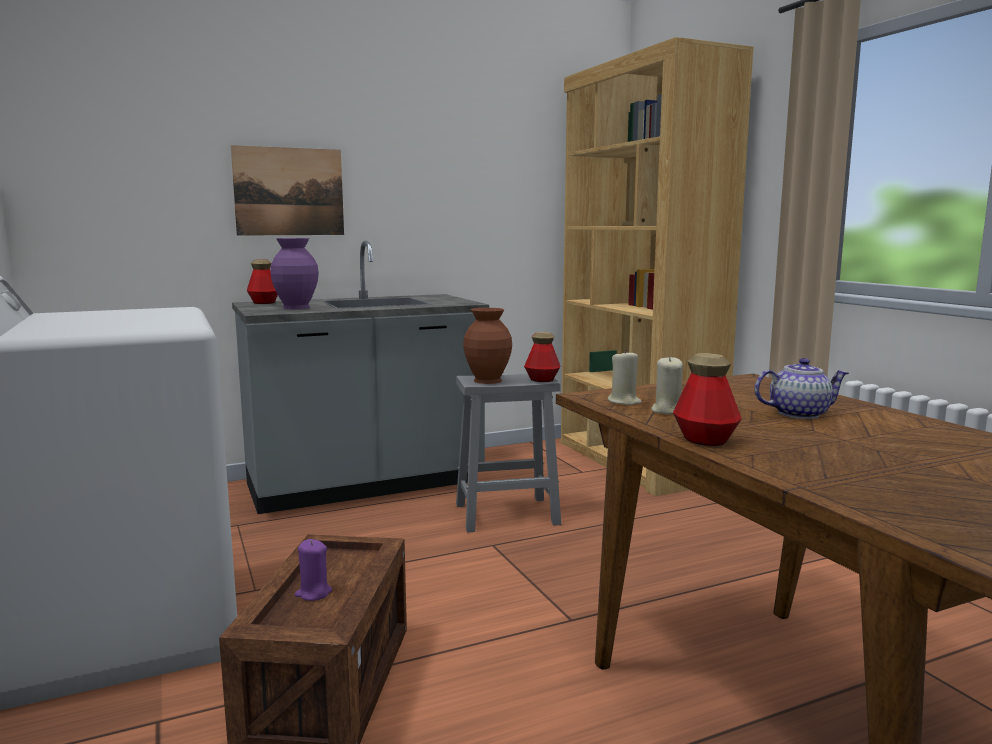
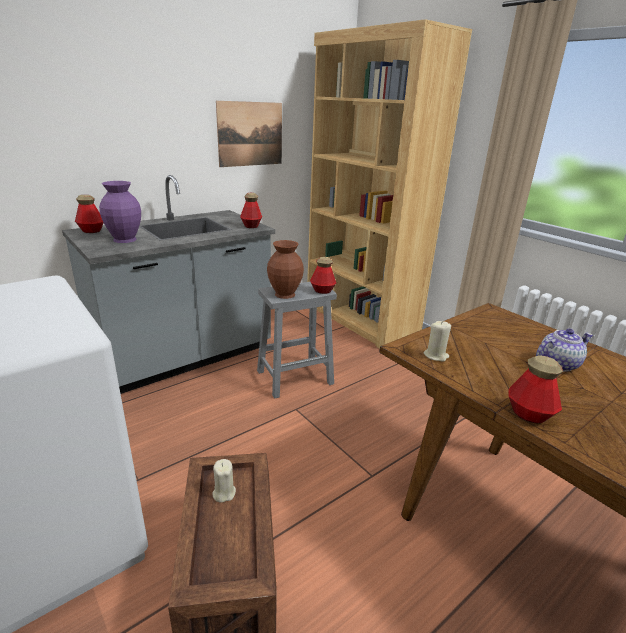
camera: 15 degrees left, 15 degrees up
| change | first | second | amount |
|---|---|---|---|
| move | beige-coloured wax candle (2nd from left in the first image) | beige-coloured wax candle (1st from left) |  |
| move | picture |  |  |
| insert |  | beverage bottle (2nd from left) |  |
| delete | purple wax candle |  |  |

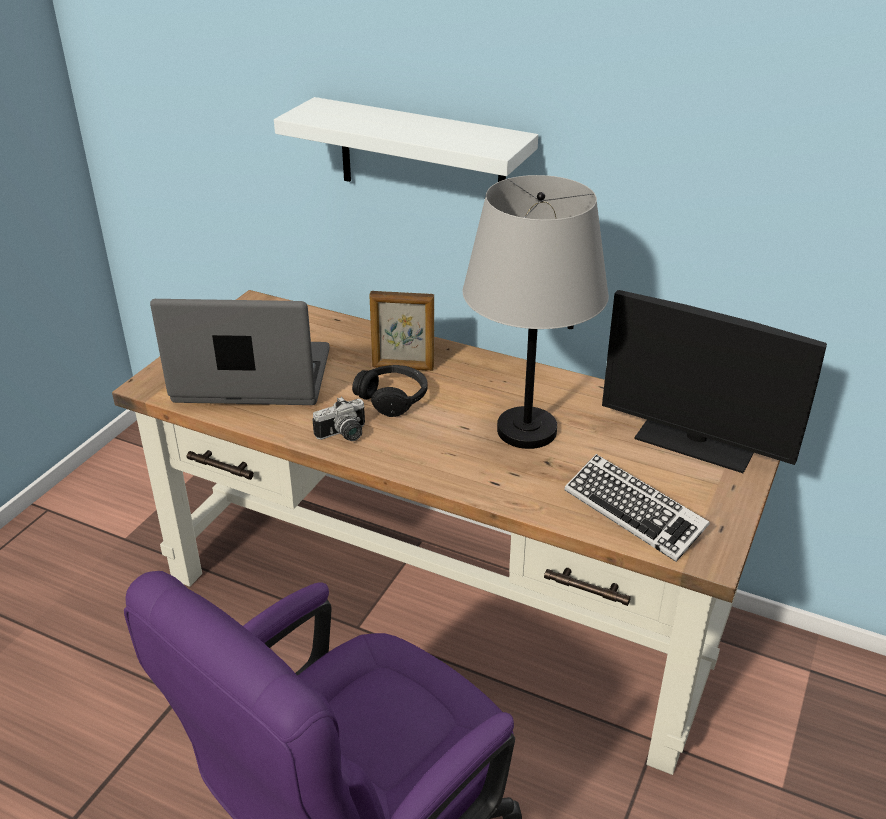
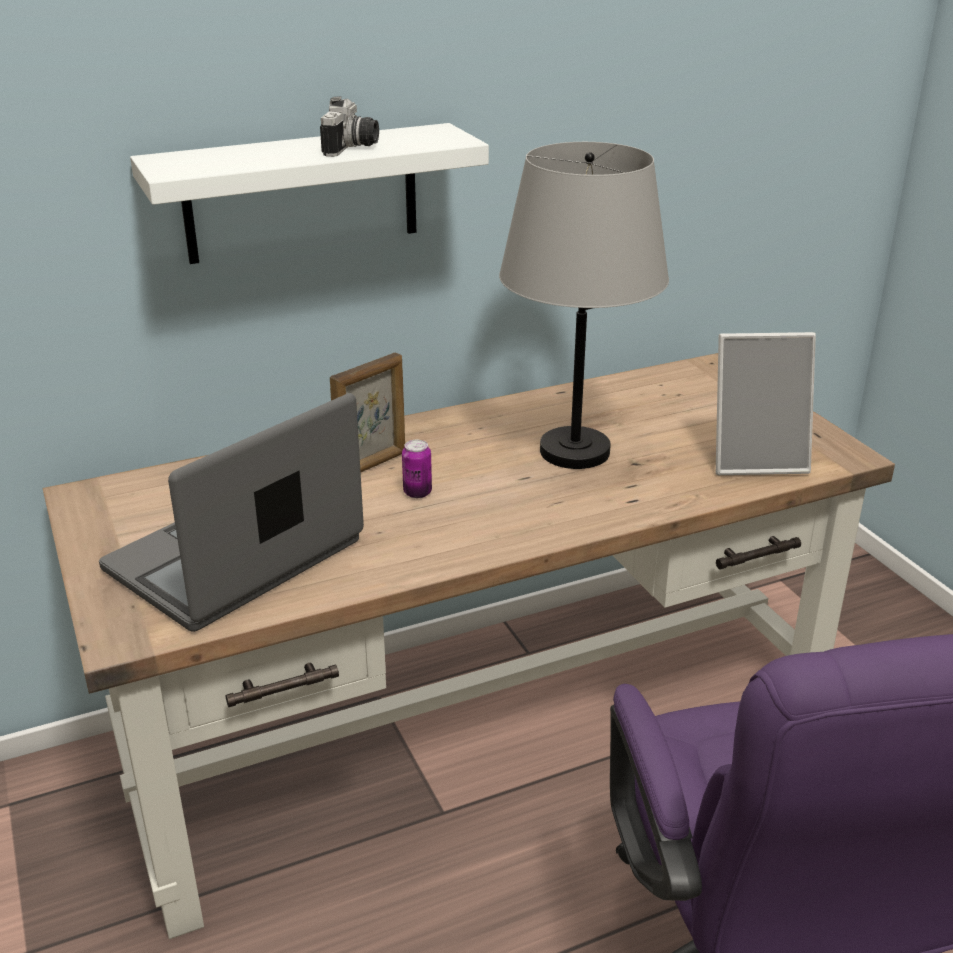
camera: 50 degrees left, 5 degrees down
| change | first | second | amount |
|---|---|---|---|
| move | still camera |  |  |
| replace | black-coloured pair of headphones | sealed can |  |
| replace | keyboard | picture frame (2nd from left) |  |
| delete | monitor |  |  |

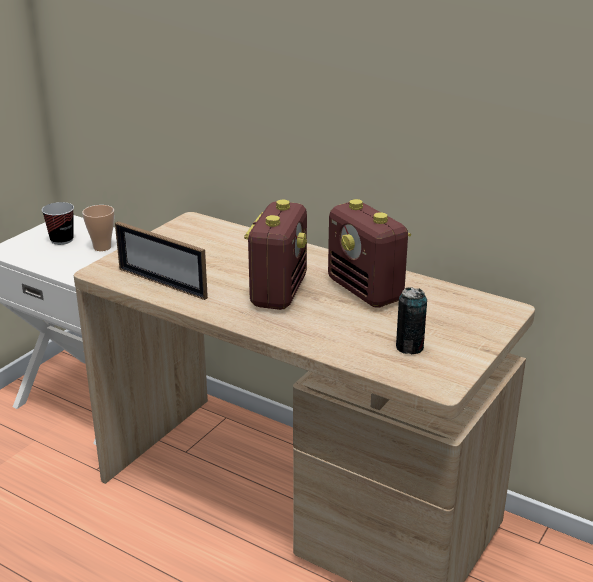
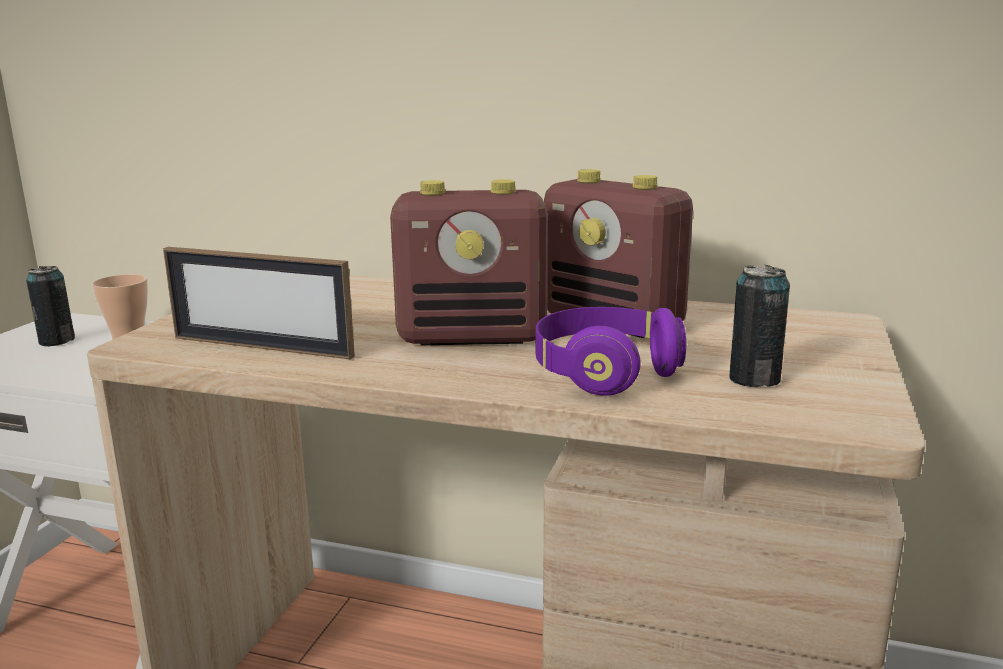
camera: 15 degrees left, 10 degrees down
| change | first | second | amount |
|---|---|---|---|
| replace | small cup (1st from left) | sealed can (1st from left) |  |
| rotate | radio (1st from left) |  | 90 degrees clockwise |
| insert |  | purple pair of headphones |  |

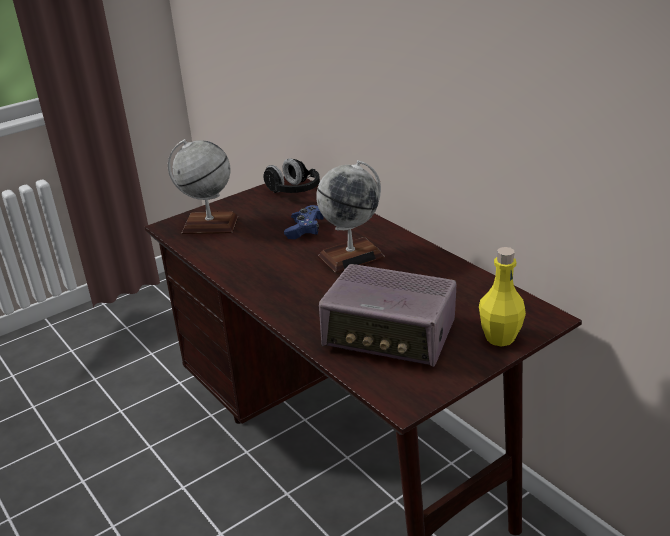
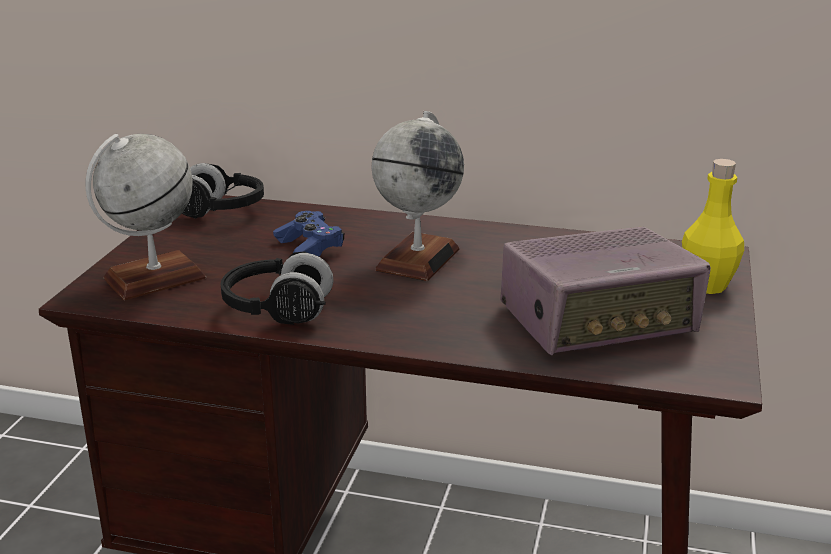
camera: 40 degrees left, 5 degrees down
| change | first | second | amount |
|---|---|---|---|
| insert |  | black-coloured pair of headphones (2nd from left) |  |

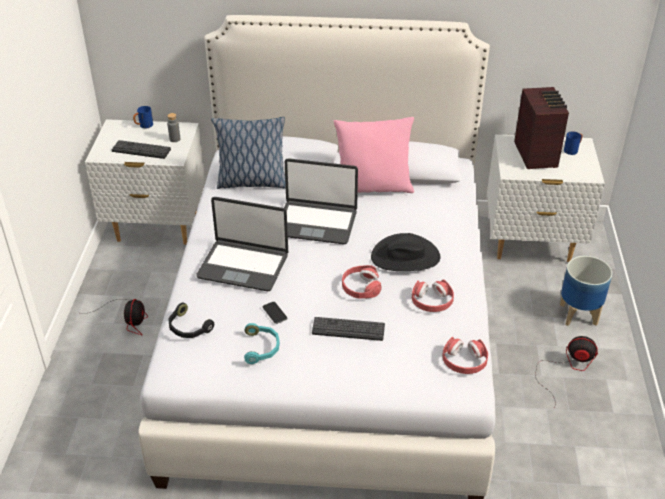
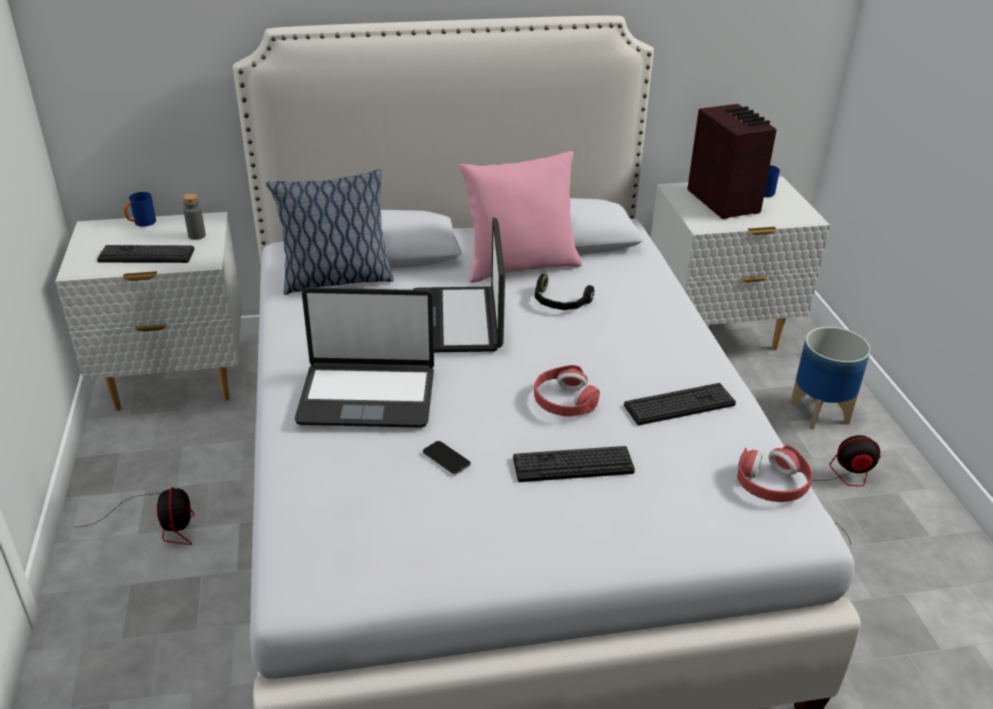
camera: 15 degrees left, 5 degrees down
| change | first | second | amount |
|---|---|---|---|
| rotate | notebook computer (2nd from left) |  | 90 degrees clockwise |
| move | black-coloured pair of headphones |  |  |
| replace | red-coloured pair of headphones (2nd from left) | keyboard (3rd from left) |  |
| delete | turquoise-coloured pair of headphones |  |  |
| delete | black-coloured clothing hat |  |  |

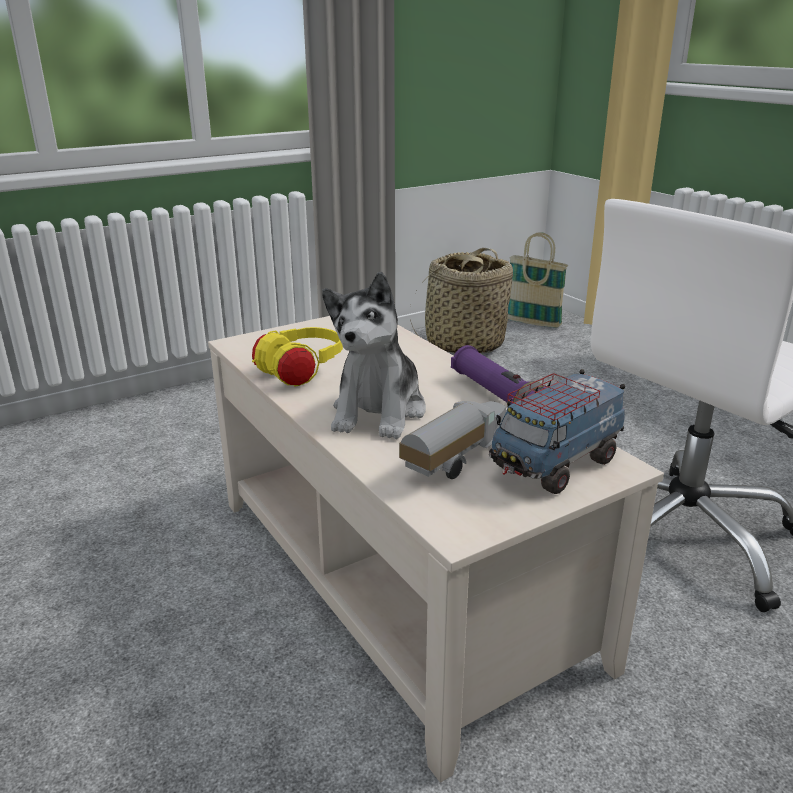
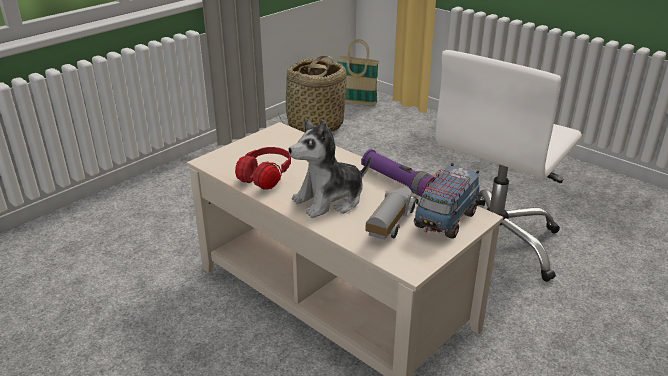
camera: 15 degrees left, 5 degrees up
| change | first | second | amount |
|---|---|---|---|
| recolor | yellowish pair of headphones | red-coloured pair of headphones |  |
| rotate | plush toy |  | 60 degrees clockwise |

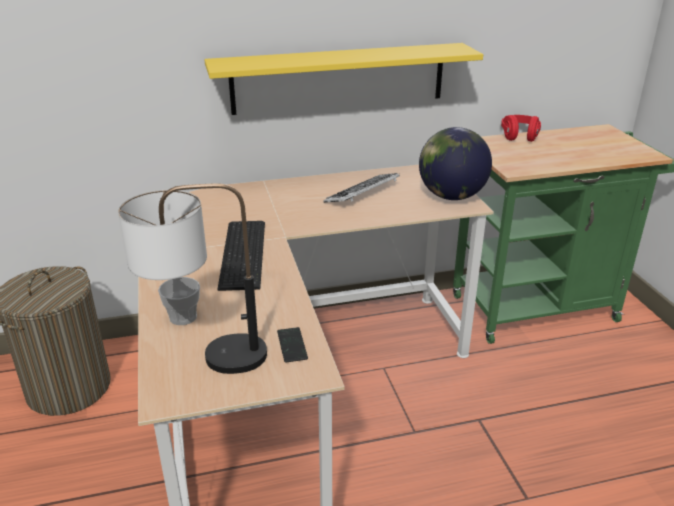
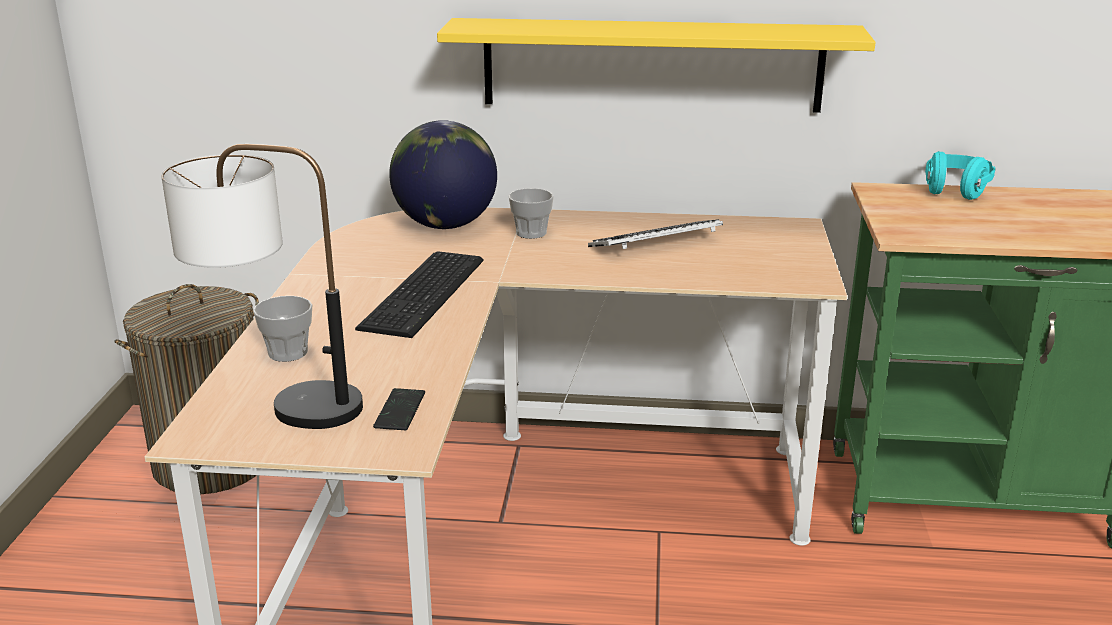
camera: 20 degrees right, 5 degrees down
| change | first | second | amount |
|---|---|---|---|
| move | world globe |  |  |
| insert |  | small cup (2nd from left) |  |
| recolor | red-coloured pair of headphones | turquoise-coloured pair of headphones |  |

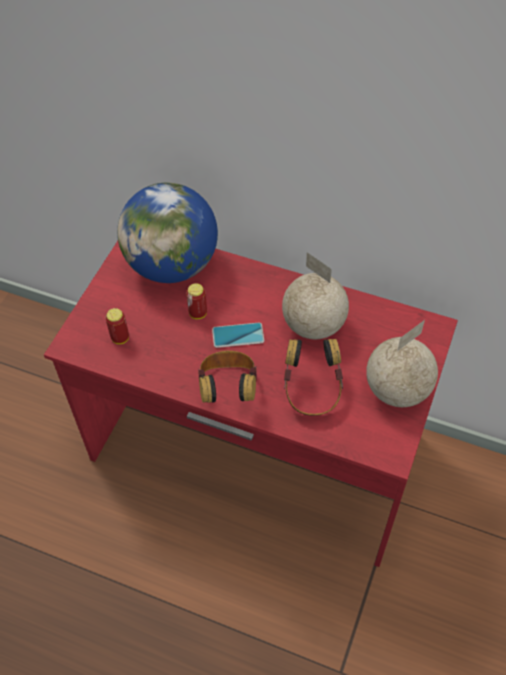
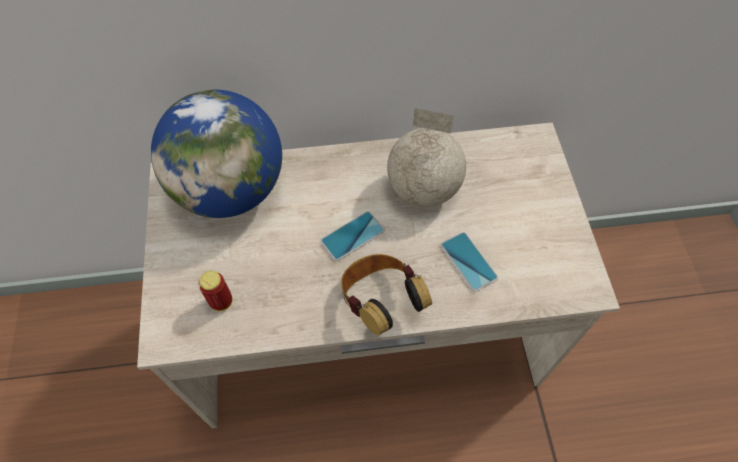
camera: 30 degrees left, 5 degrees up
| change | first | second | amount |
|---|---|---|---|
| recolor | red-coloured desk table | beige-coloured desk table |  |
| replace | pair of headphones (2nd from left) | phone (2nd from left) |  |
| delete | sealed can (2nd from left) |  |  |
| delete | world globe (3rd from left) |  |  |

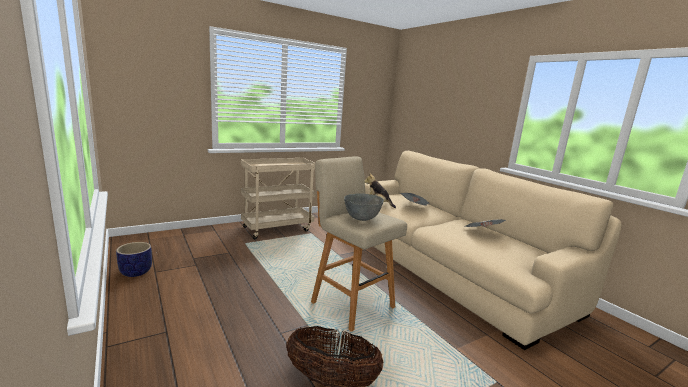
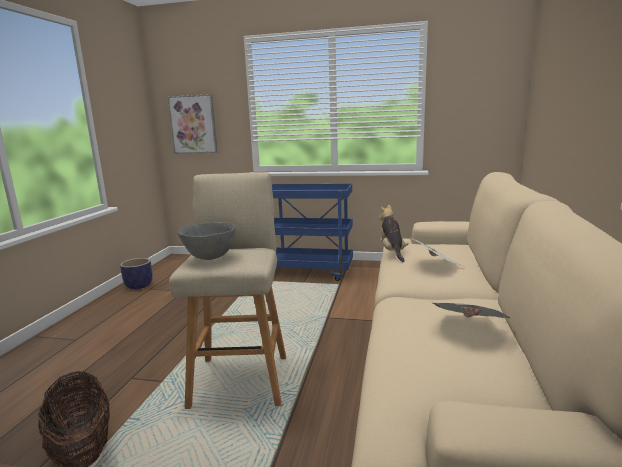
camera: 45 degrees right, 0 degrees up
| change | first | second | amount |
|---|---|---|---|
| insert |  | picture |  |
| recolor | beige-coloured cart | blue-coloured cart |  |

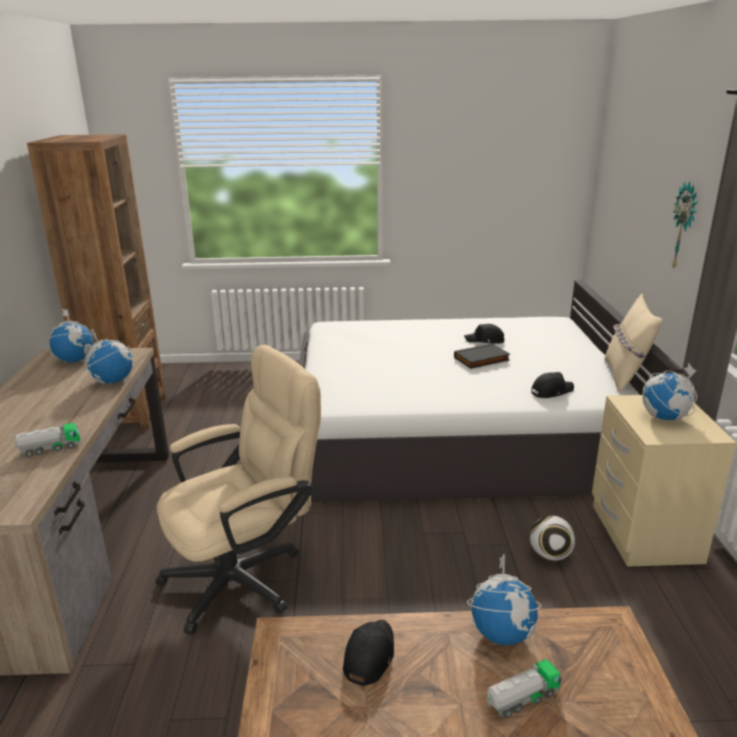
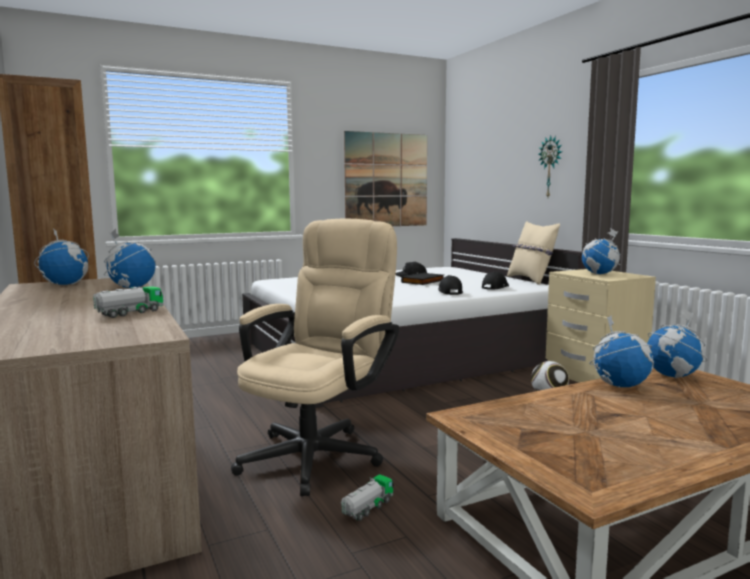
camera: 25 degrees left, 15 degrees down
| change | first | second | amount |
|---|---|---|---|
| move | model truck (2nd from left) |  |  |
| insert |  | picture |  |
| move | black-coloured cap (1st from left in the first image) | black-coloured cap (2nd from left) |  |
| insert |  | world globe (5th from left) |  |

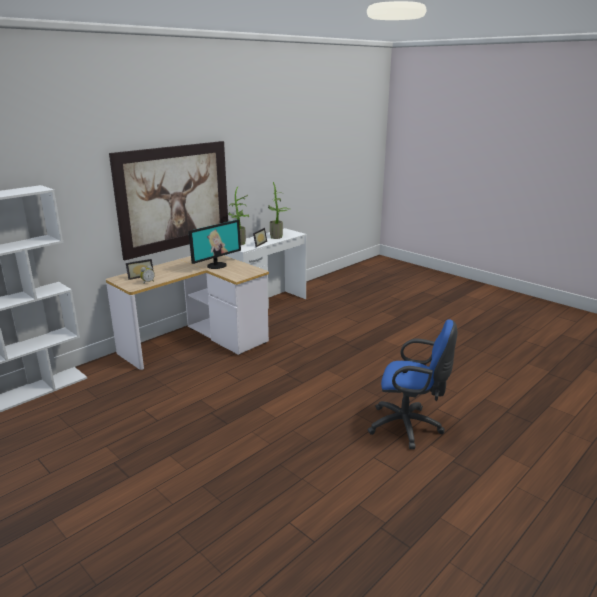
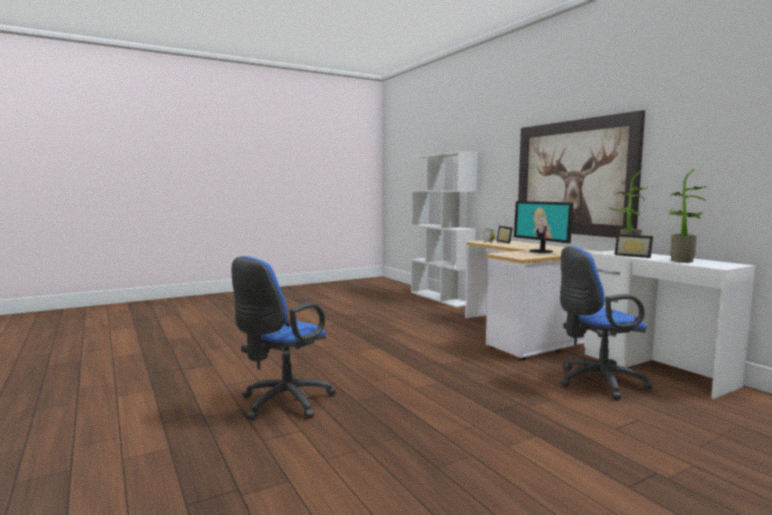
camera: 105 degrees right, 15 degrees down
| change | first | second | amount |
|---|---|---|---|
| insert |  | blue-coloured office chair (2nd from left) |  |

